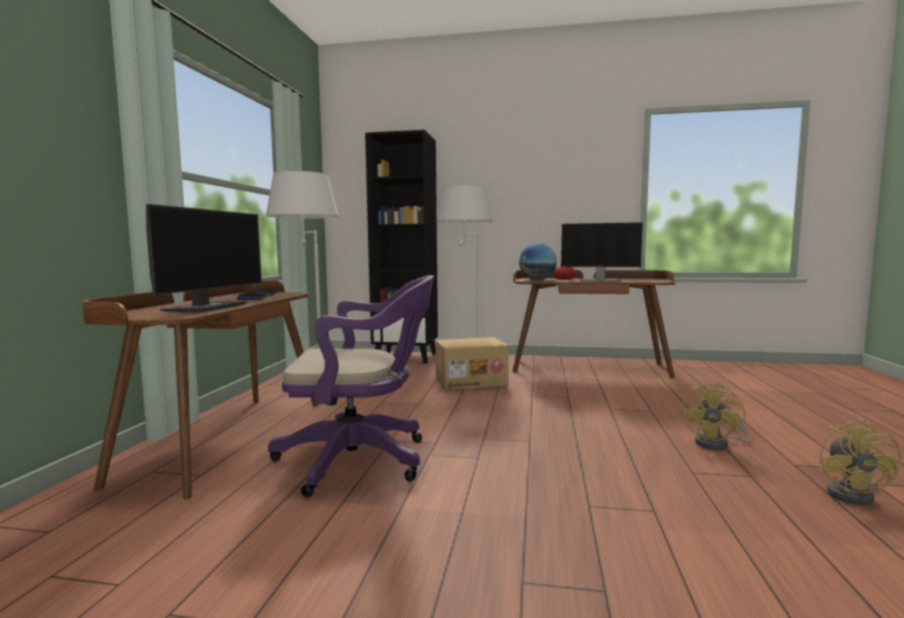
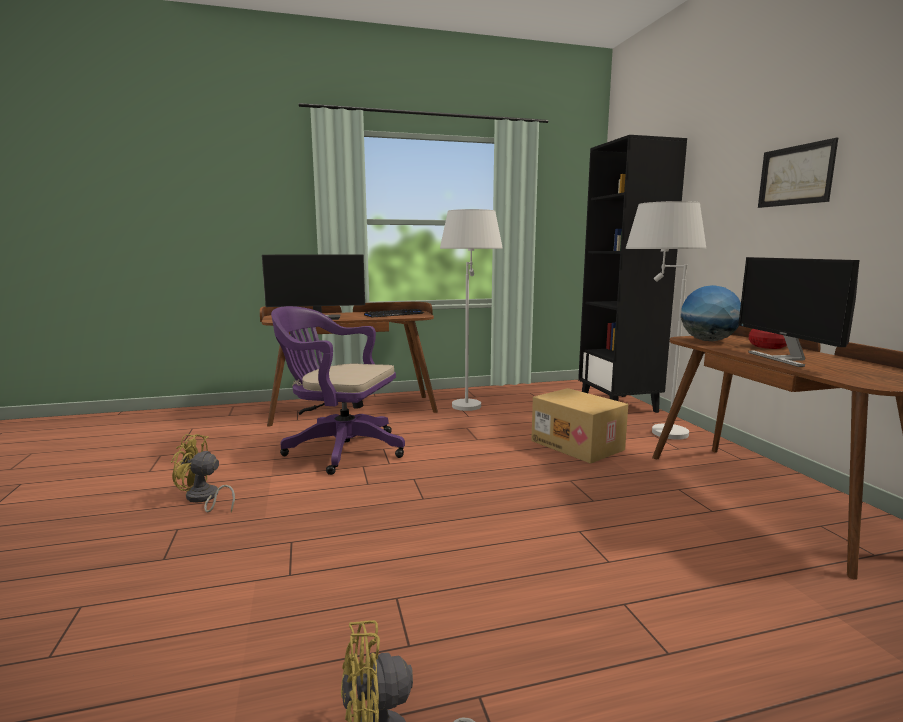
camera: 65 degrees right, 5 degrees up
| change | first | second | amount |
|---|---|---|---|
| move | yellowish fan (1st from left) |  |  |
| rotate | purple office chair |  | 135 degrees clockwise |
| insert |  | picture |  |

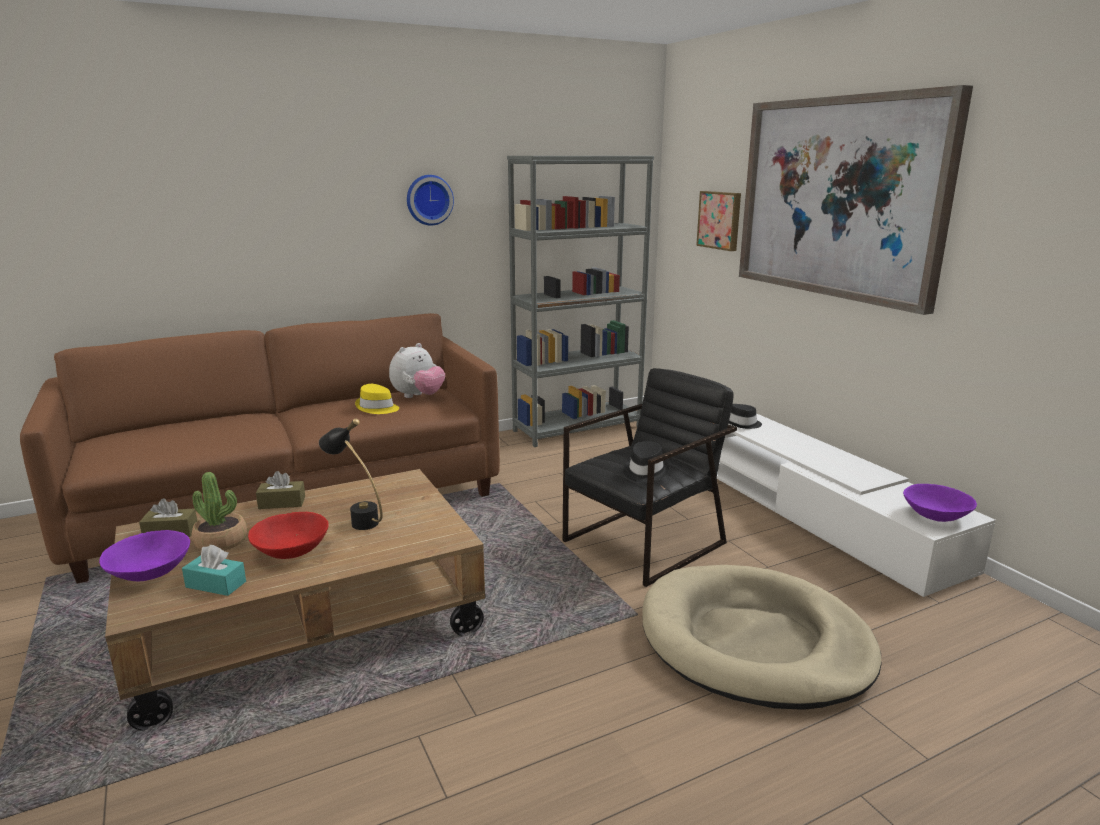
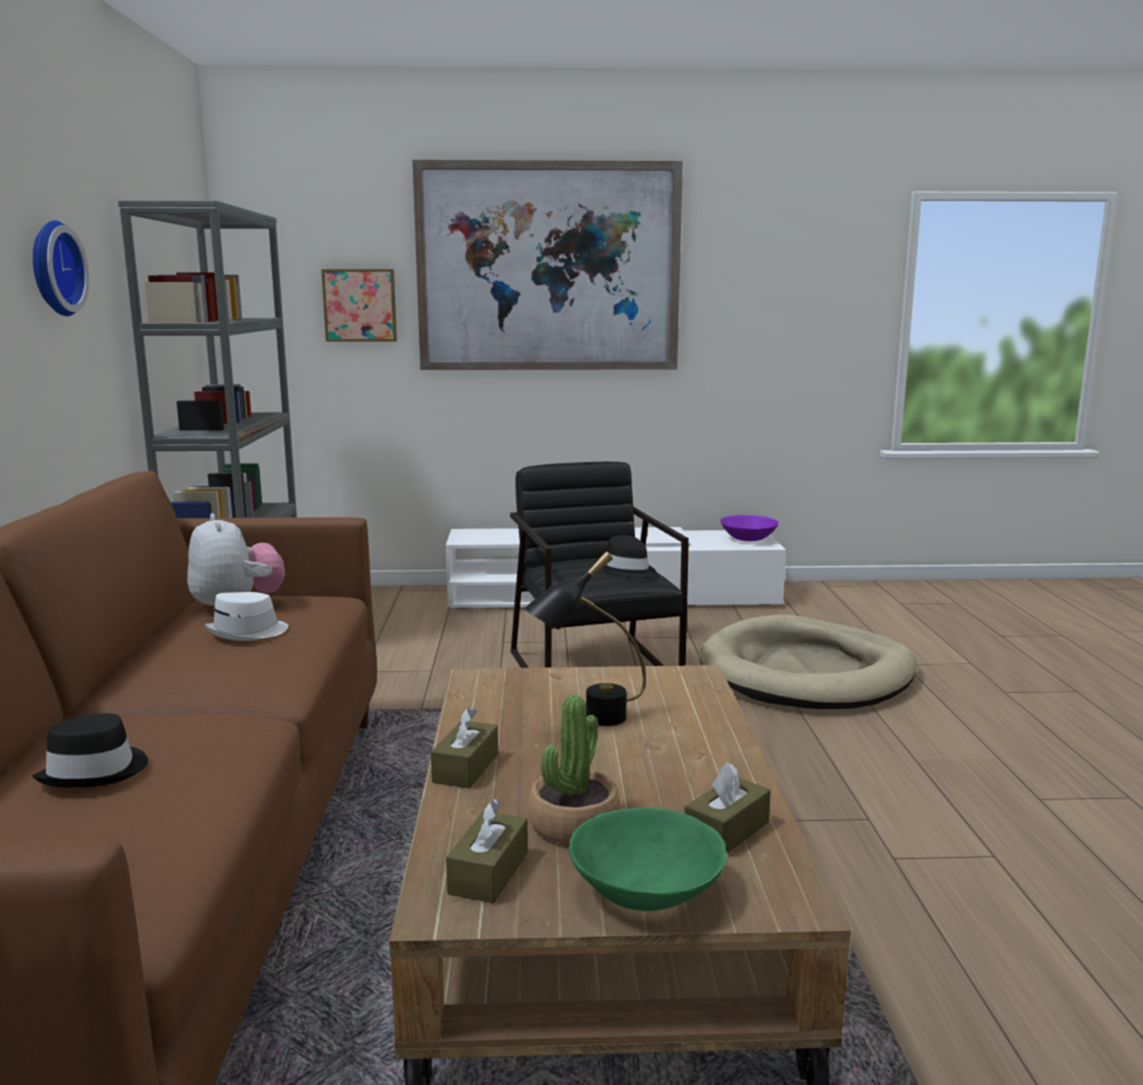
camera: 65 degrees left, 5 degrees down
| change | first | second | amount |
|---|---|---|---|
| move | black-coloured clothing hat (2nd from left in the first image) | black-coloured clothing hat (1st from left) |  |
| recolor | yellowish clothing hat | white-coloured clothing hat |  |
| recolor | purple bowl (1st from left) | greenish bowl |  |
| recolor | turquoise-coloured box of tissues | brown-coloured box of tissues (3rd from left) |  |
| delete | red-coloured bowl |  |  |

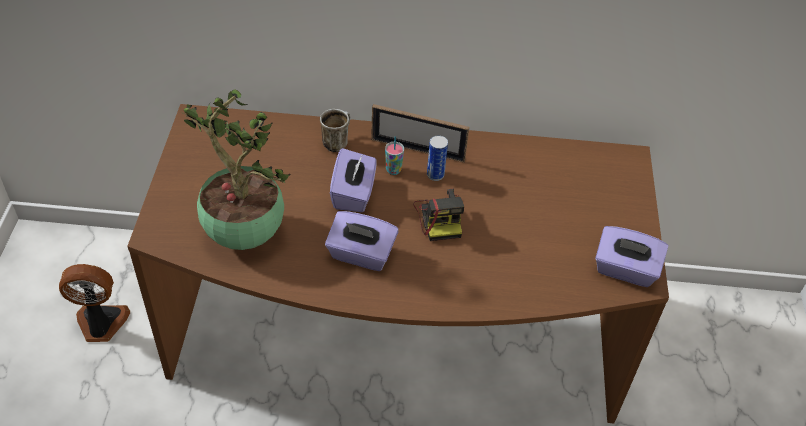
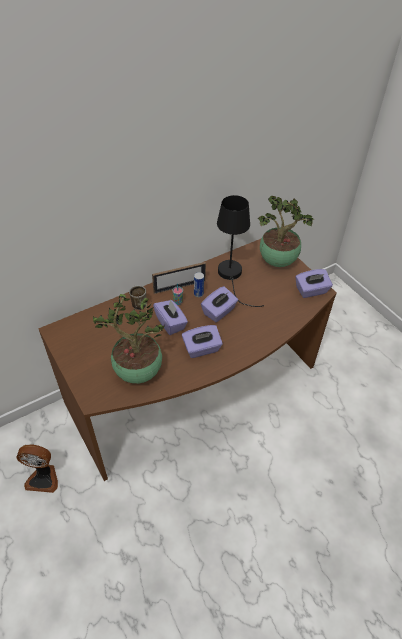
camera: 35 degrees left, 0 degrees up
| change | first | second | amount |
|---|---|---|---|
| rotate | fan |  | 135 degrees counterclockwise |
| replace | still camera | purple box of tissues (3rd from left) |  |
| insert |  | black-coloured table lamp |  |
| insert |  | houseplant (2nd from left) |  |

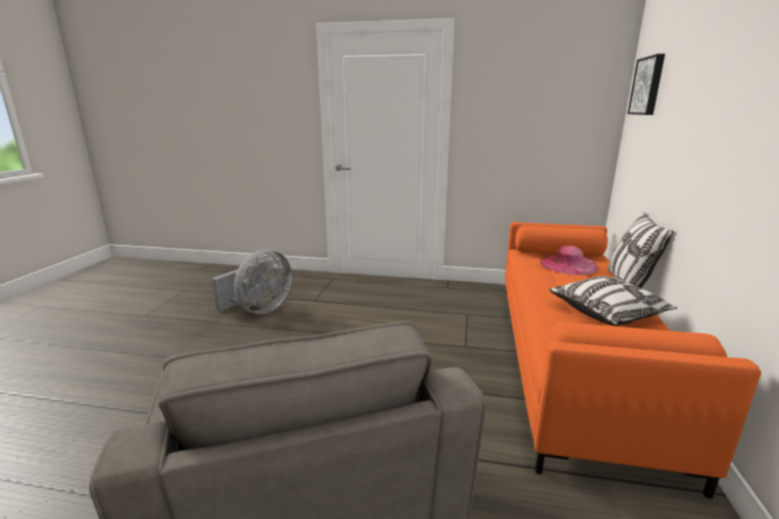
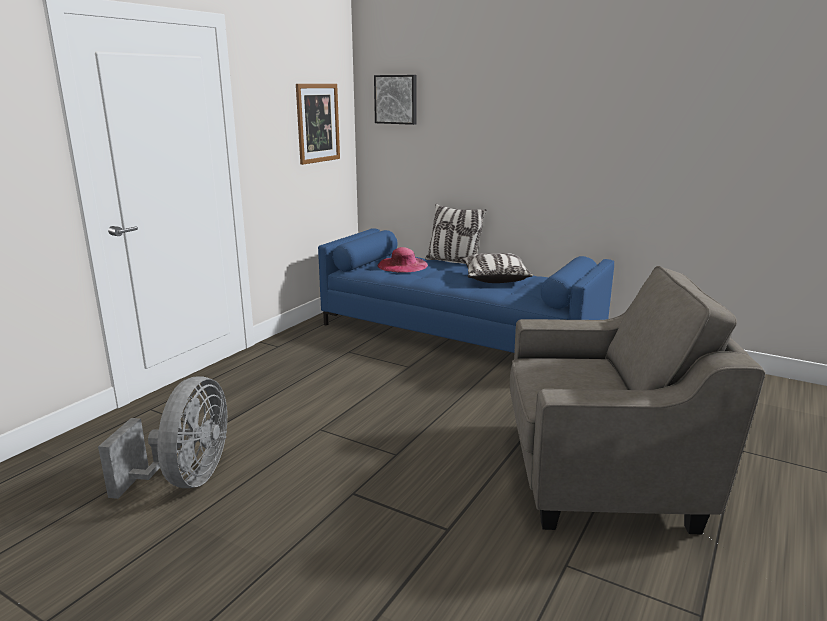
camera: 70 degrees left, 0 degrees up
| change | first | second | amount |
|---|---|---|---|
| rotate | gray fan |  | 45 degrees clockwise |
| insert |  | picture (1st from left) |  |
| recolor | orange-coloured sofa | blue-coloured sofa |  |

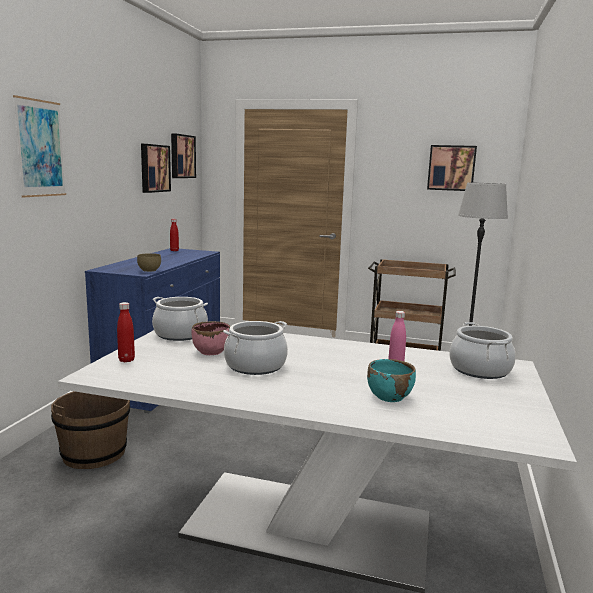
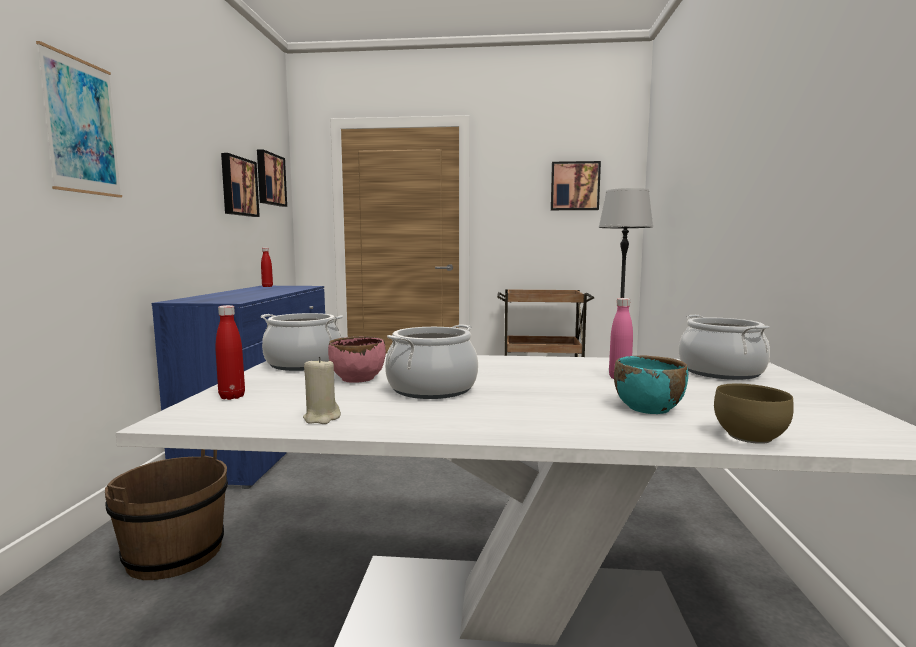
camera: 10 degrees left, 5 degrees down
| change | first | second | amount |
|---|---|---|---|
| insert |  | beige-coloured wax candle |  |
| move | brown-coloured bowl |  |  |

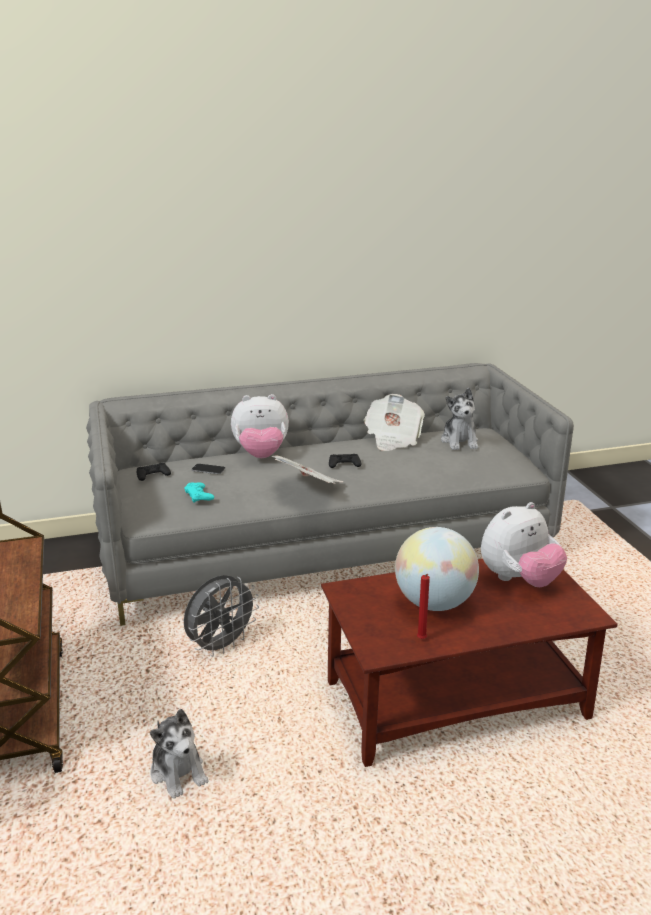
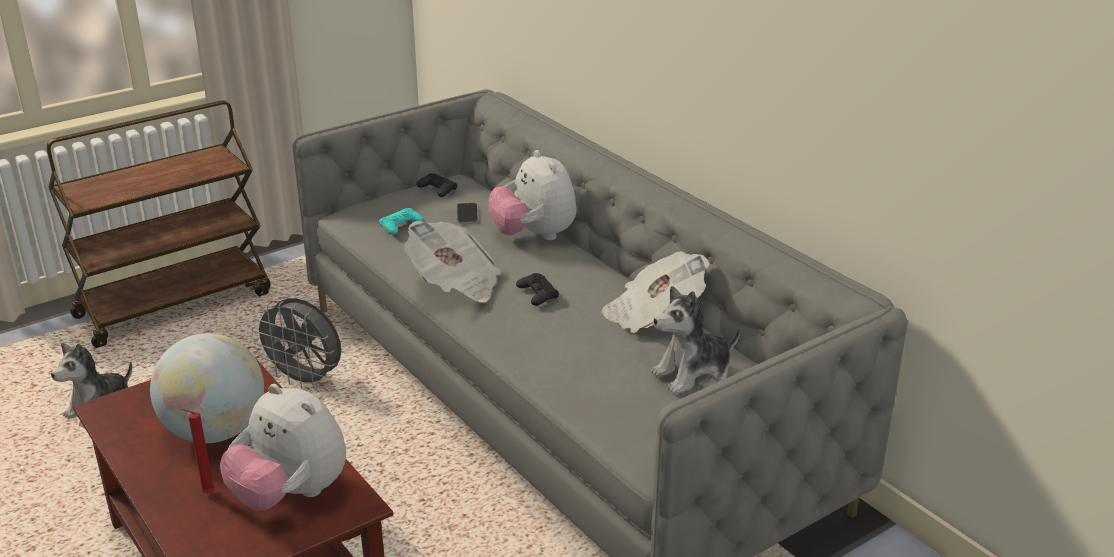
camera: 70 degrees right, 5 degrees up
| change | first | second | amount |
|---|---|---|---|
| move | red-coloured wax candle |  |  |

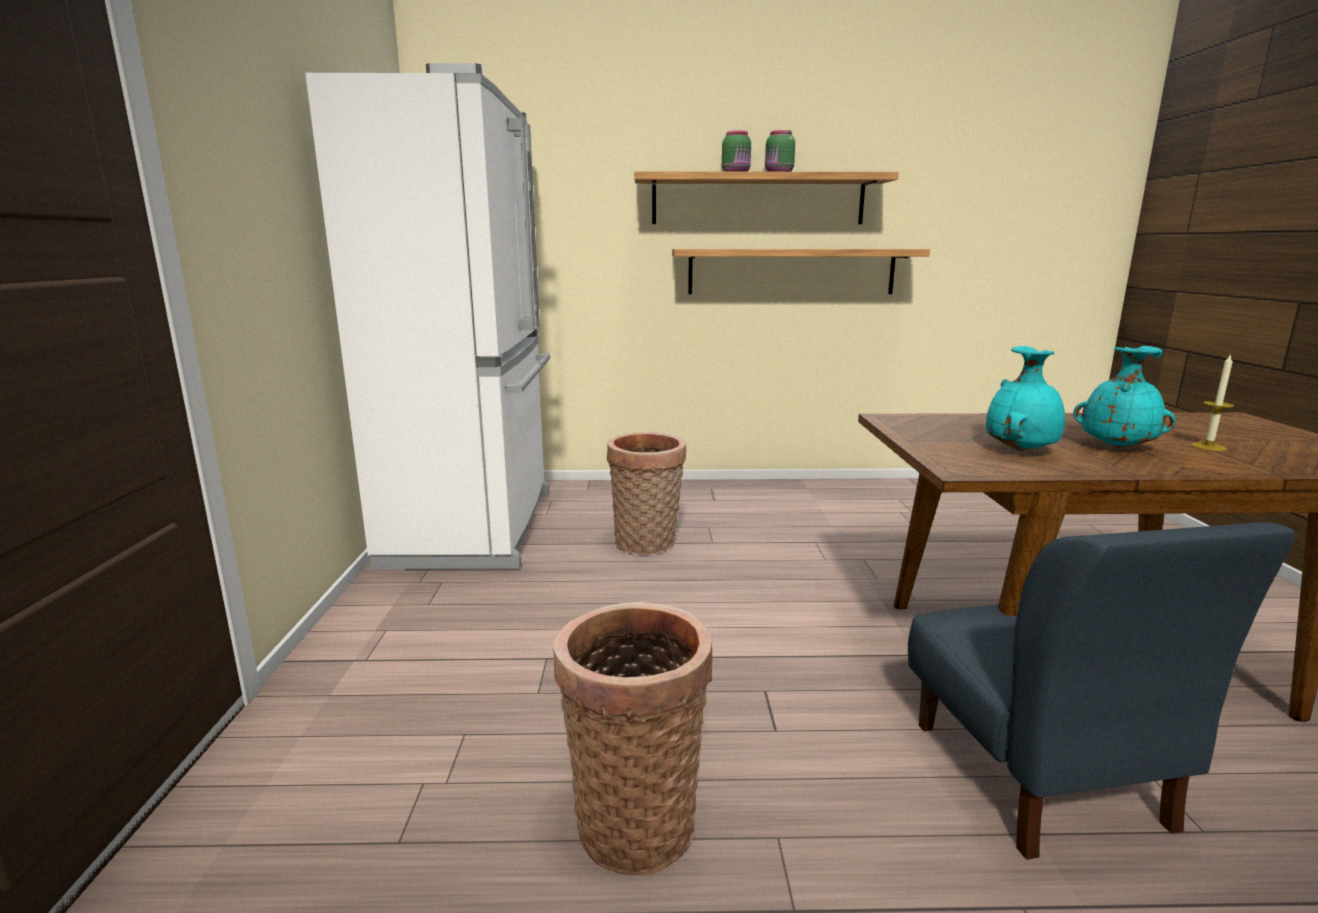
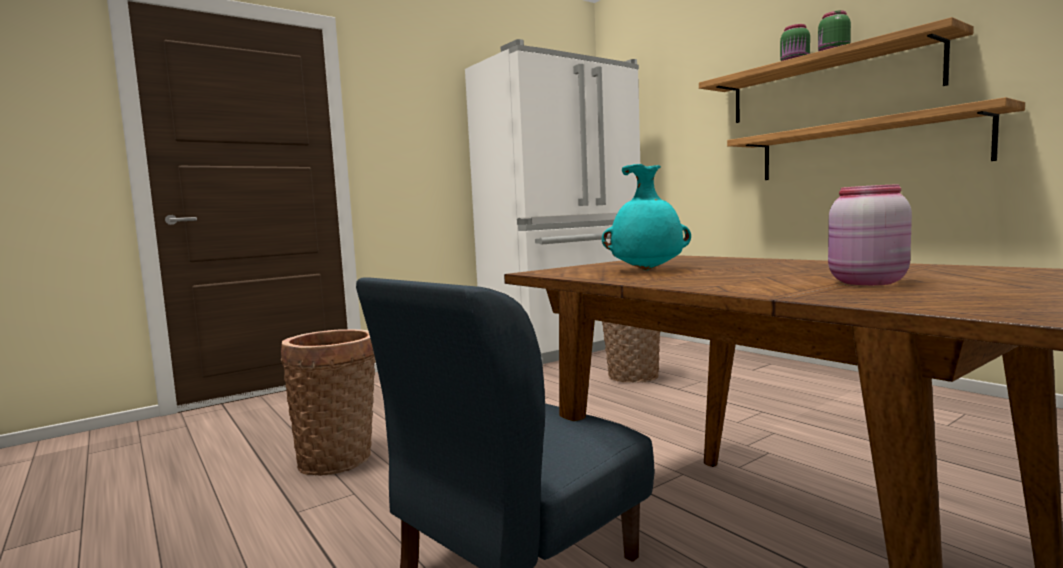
camera: 55 degrees right, 10 degrees down
| change | first | second | amount |
|---|---|---|---|
| replace | wax candle | pinkish preserve jar |  |
| delete | turquoise-coloured flower vase (2nd from left) |  |  |

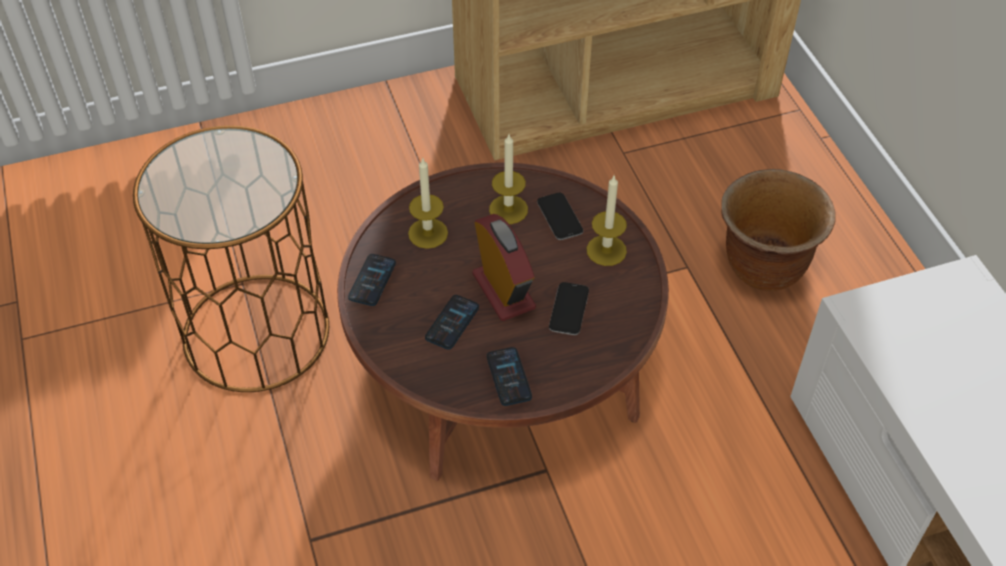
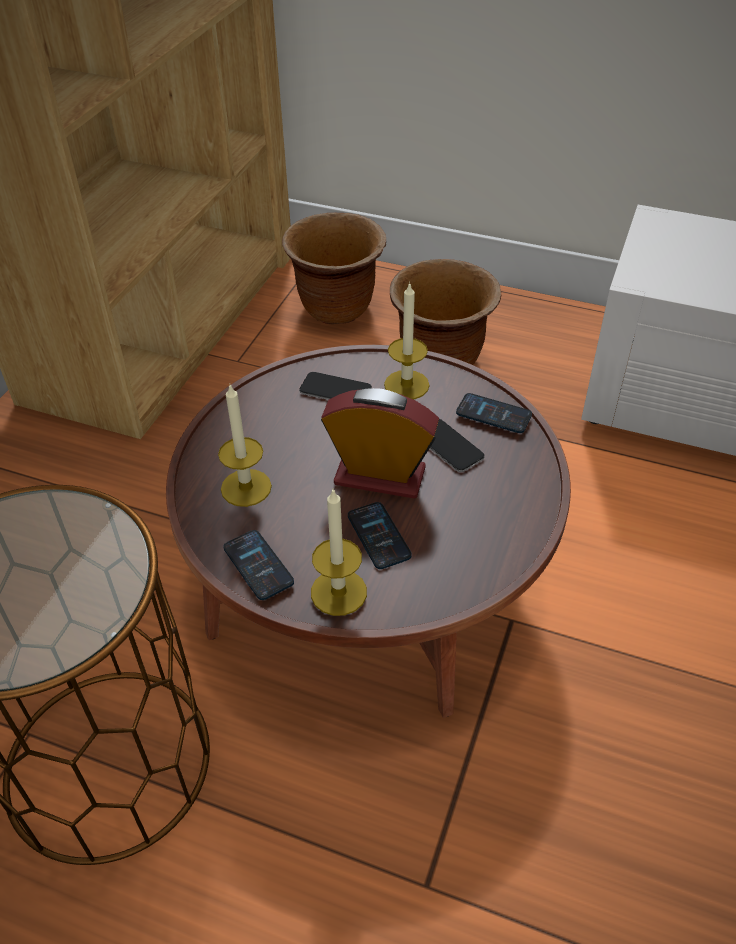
camera: 50 degrees left, 5 degrees down
| change | first | second | amount |
|---|---|---|---|
| insert |  | brown-coloured planter (1st from left) |  |
| move | wax candle (2nd from left) |  |  |
| move | phone (3rd from left in the first image) | phone (5th from left) |  |

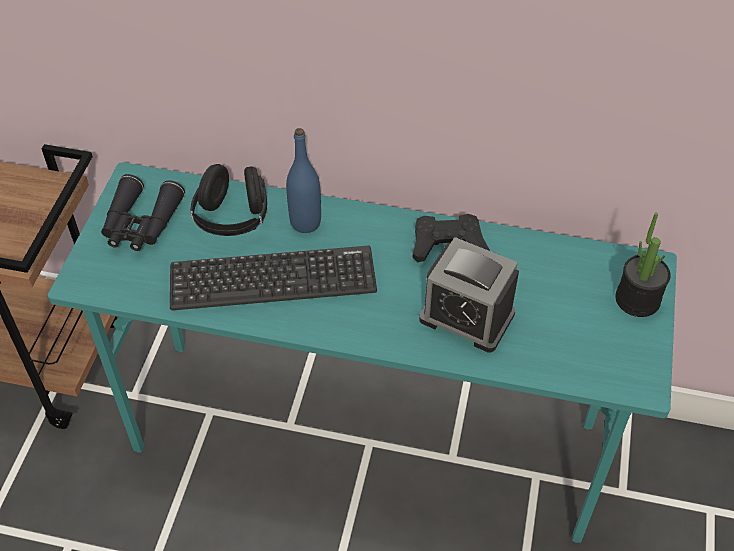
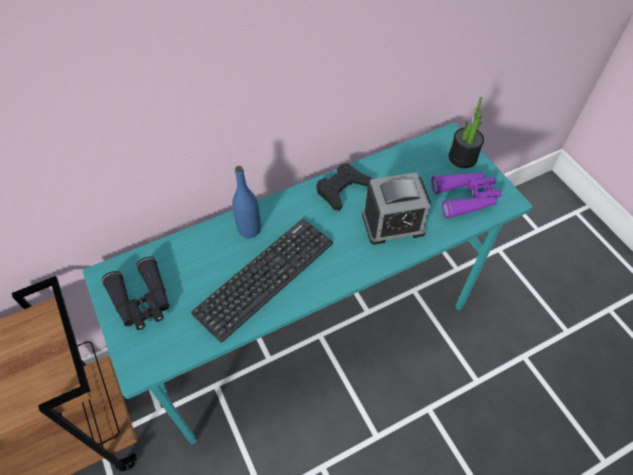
camera: 40 degrees left, 5 degrees up
| change | first | second | amount |
|---|---|---|---|
| insert |  | purple field glasses |  |
| delete | black-coloured pair of headphones |  |  |

